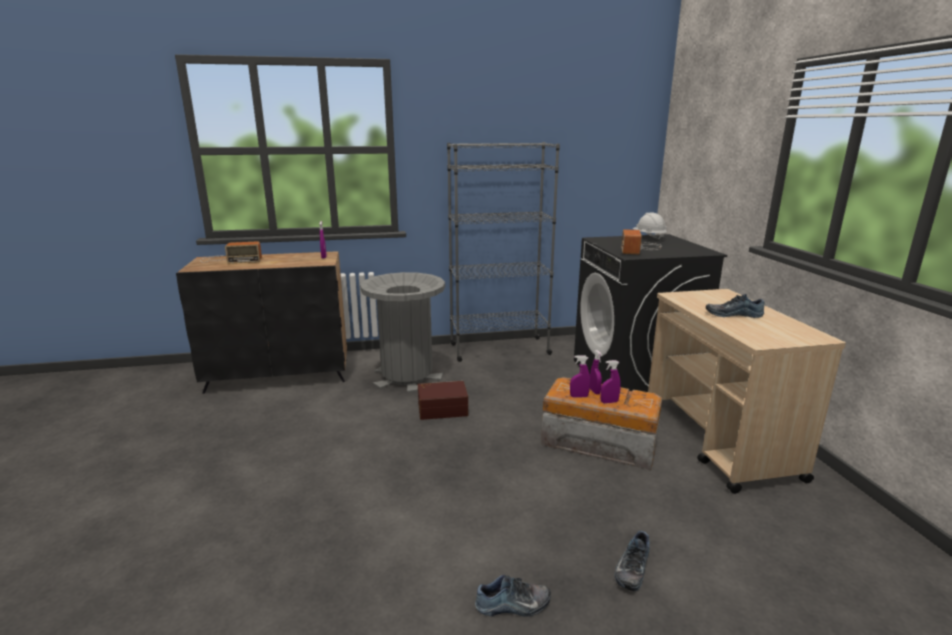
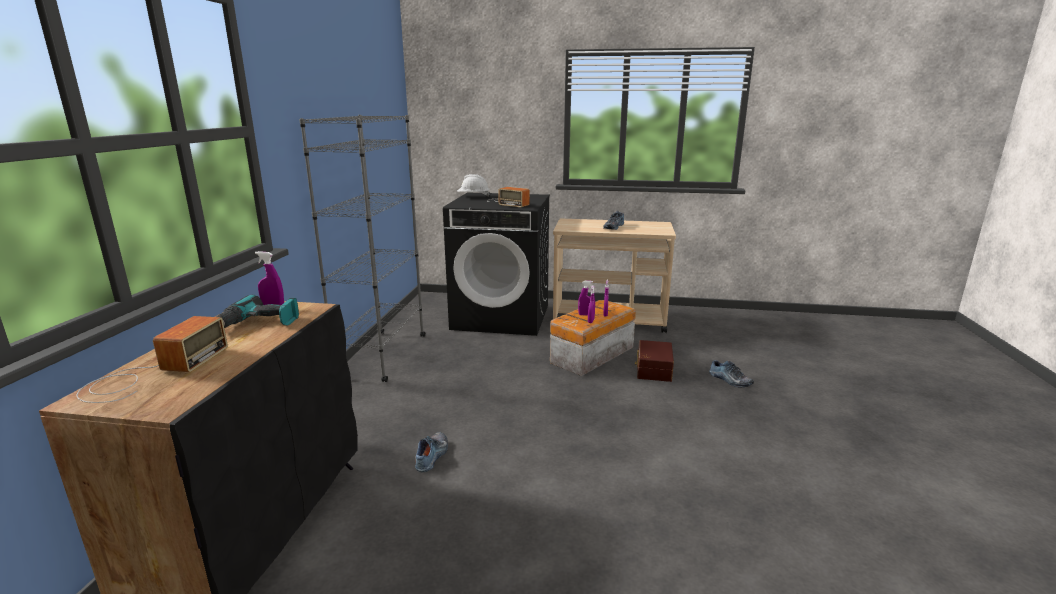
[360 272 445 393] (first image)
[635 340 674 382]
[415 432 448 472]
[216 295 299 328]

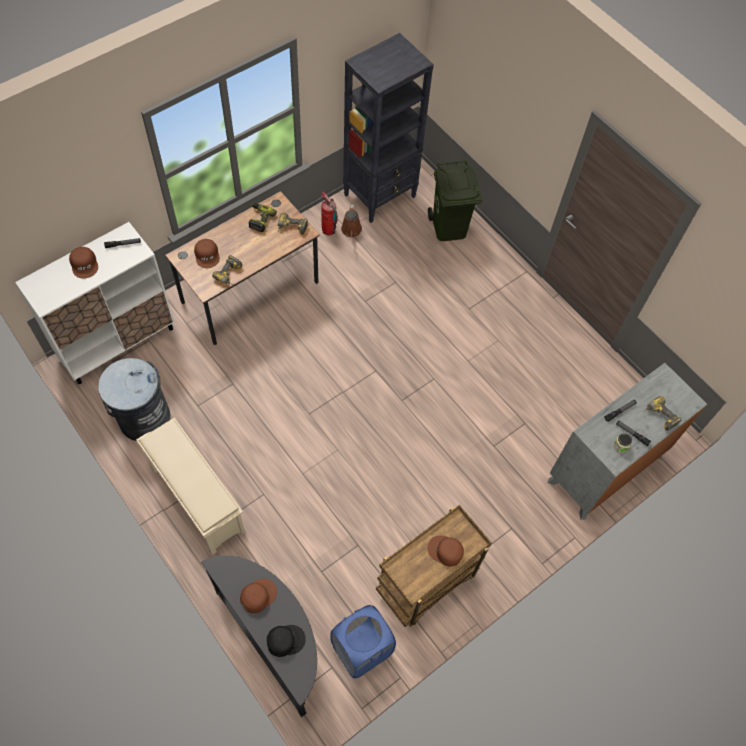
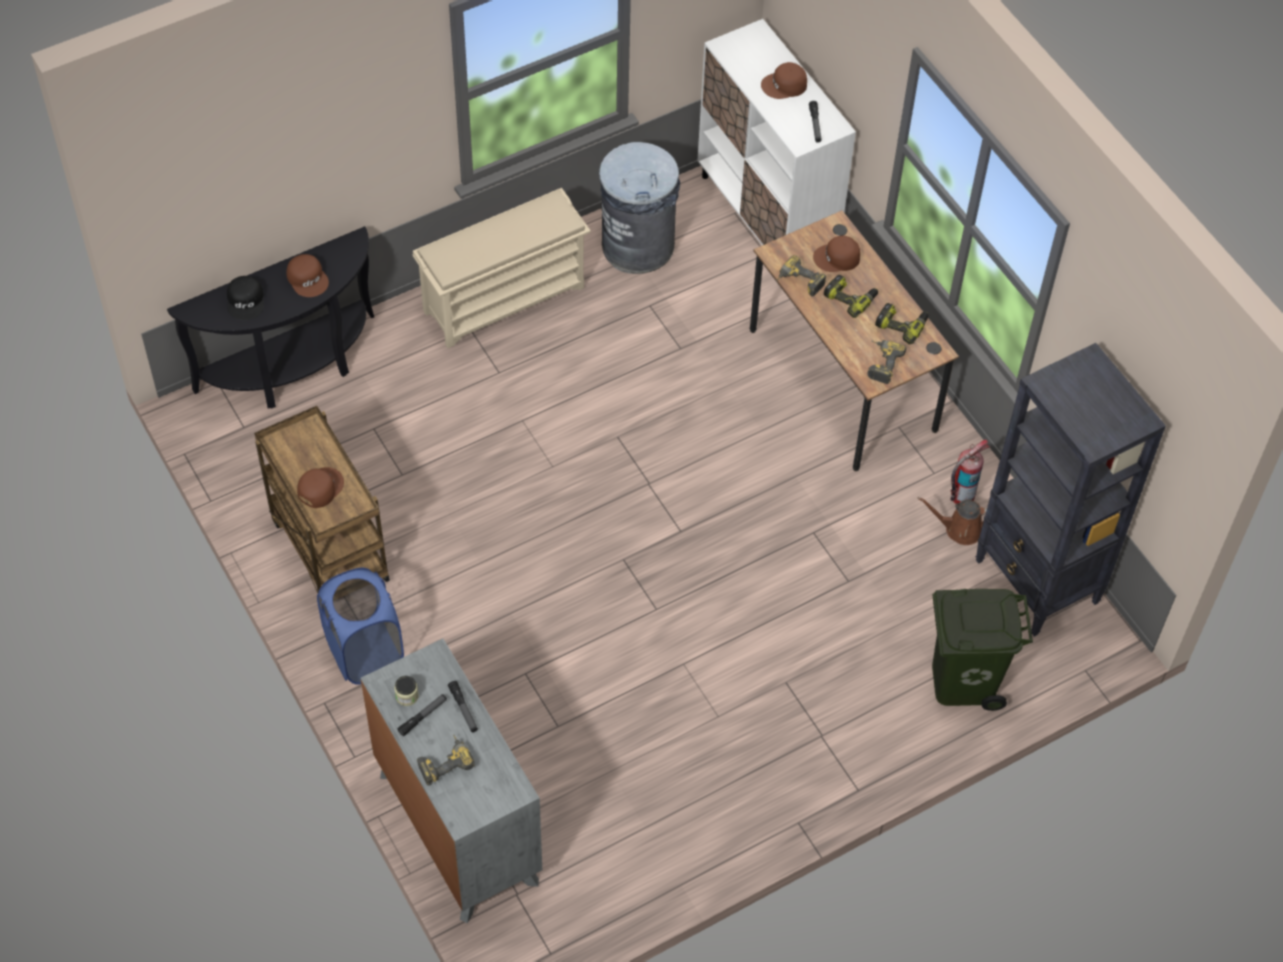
[317 568 404 685]
[824 275 878 318]

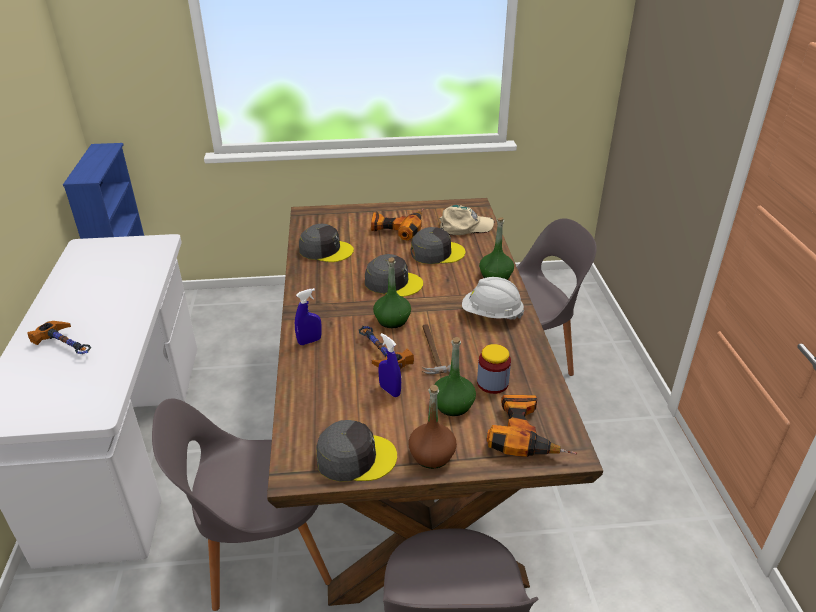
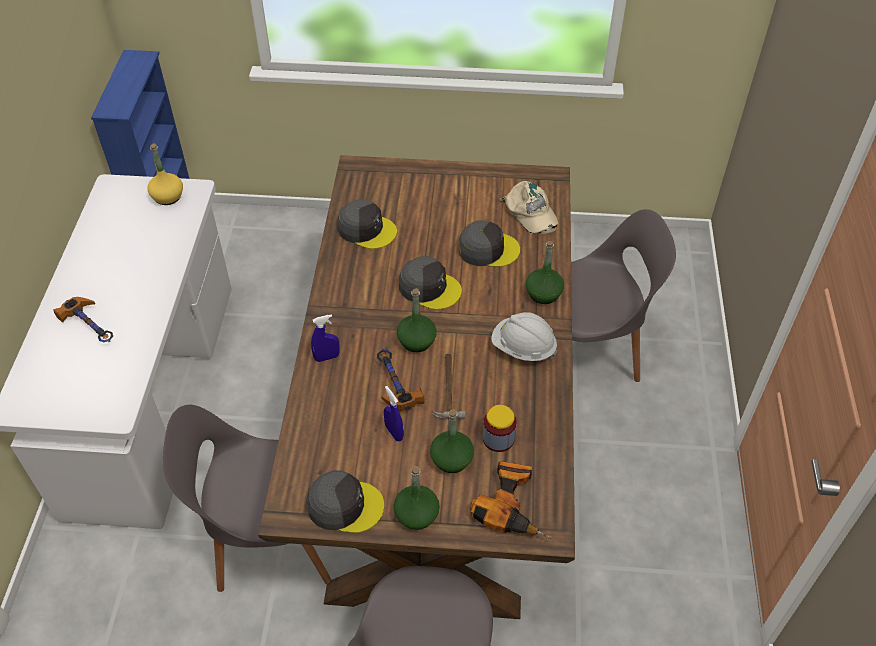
[371 208 423 241] (first image)
[394 466 440 530]
[500 181 558 234]
[147 143 183 205]

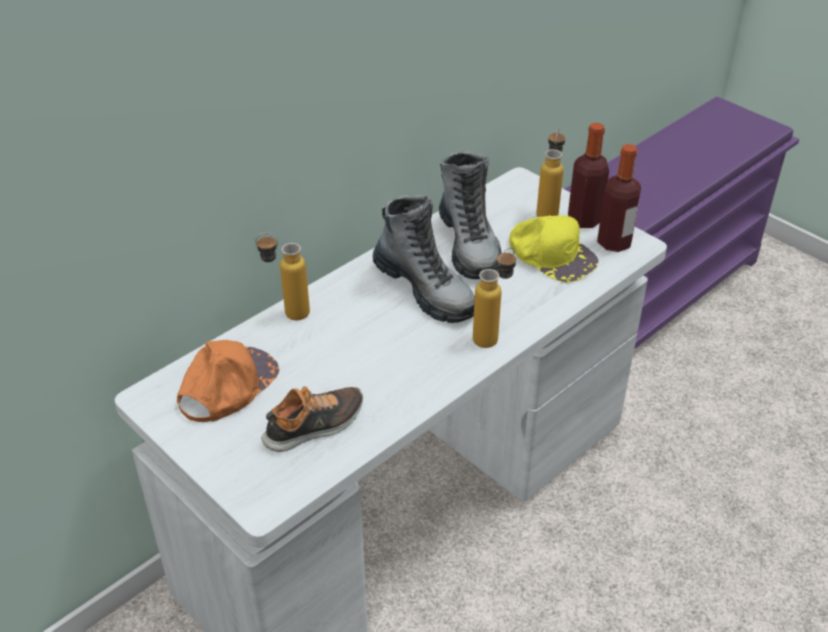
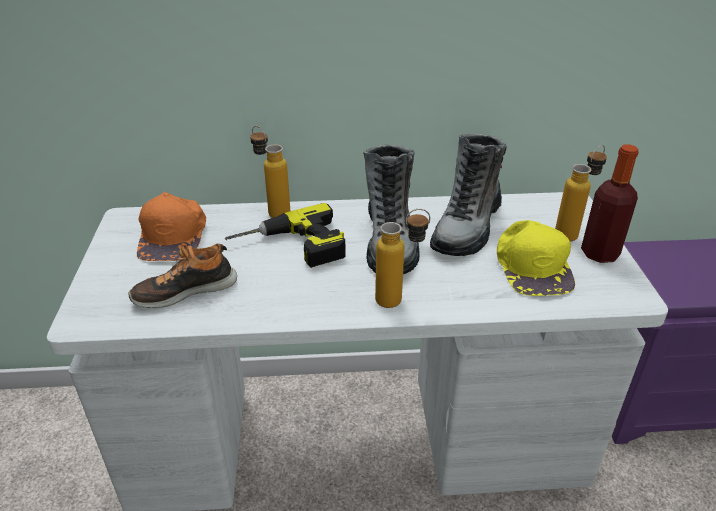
[137 192 206 261]
[129 243 237 308]
[597 144 641 252] (first image)
[225 203 346 268]

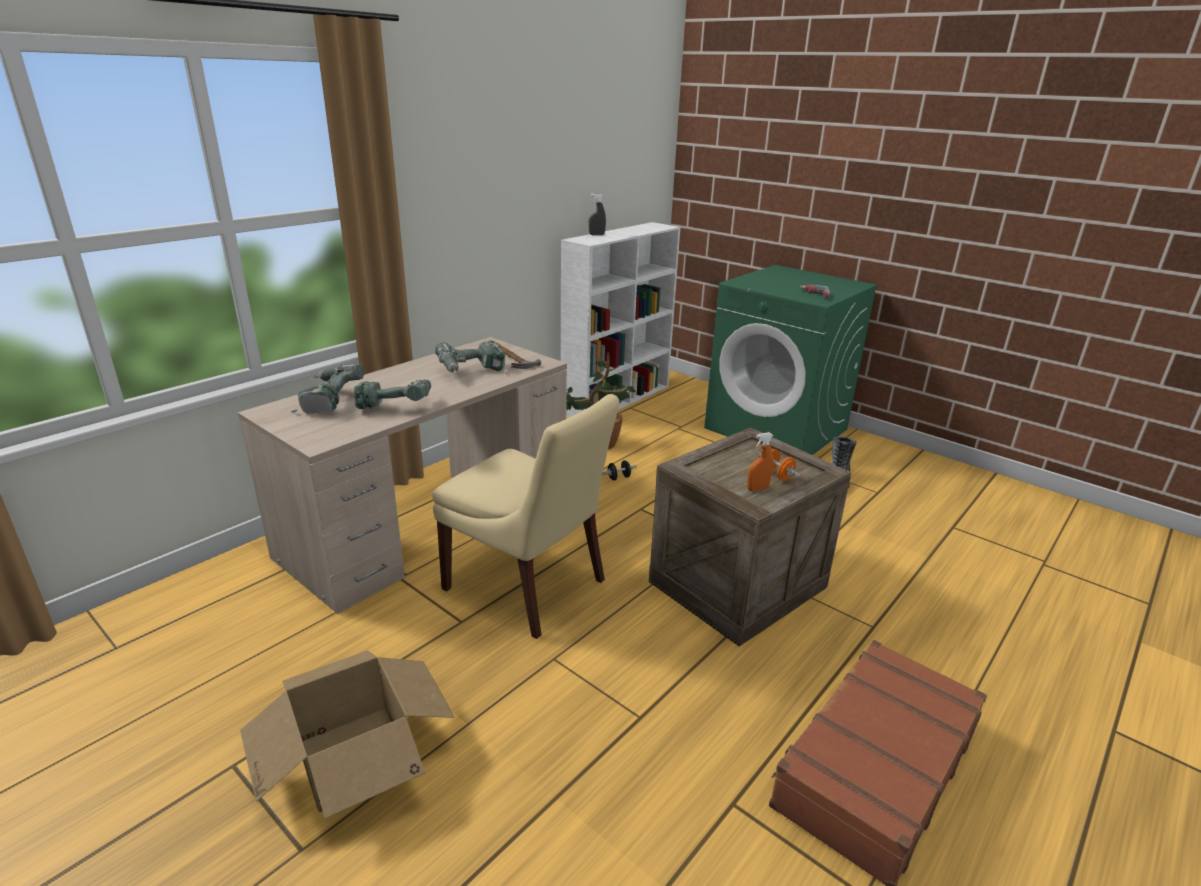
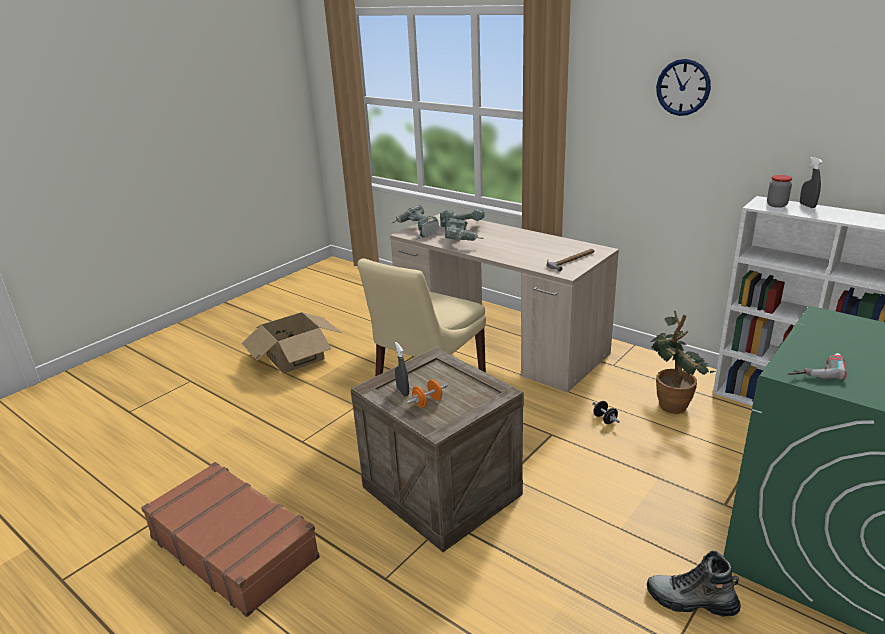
[392 205 440 239]
[395 342 409 396]
[656 59 711 116]
[767 175 792 208]

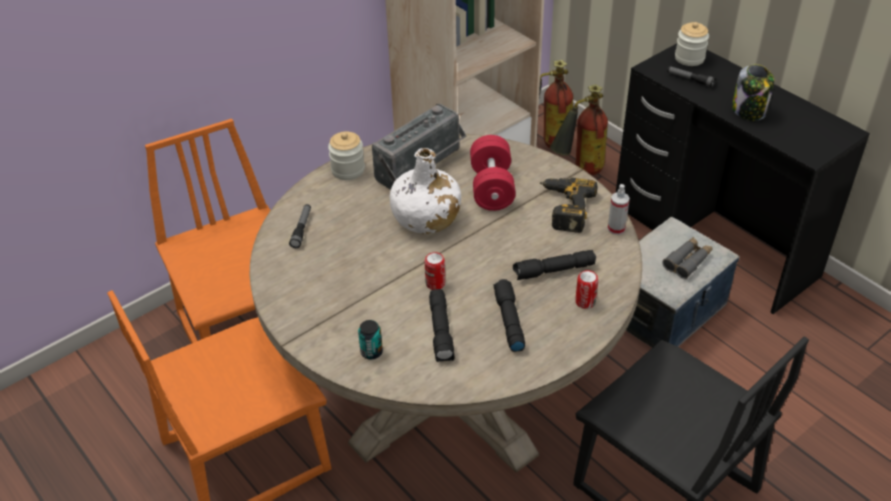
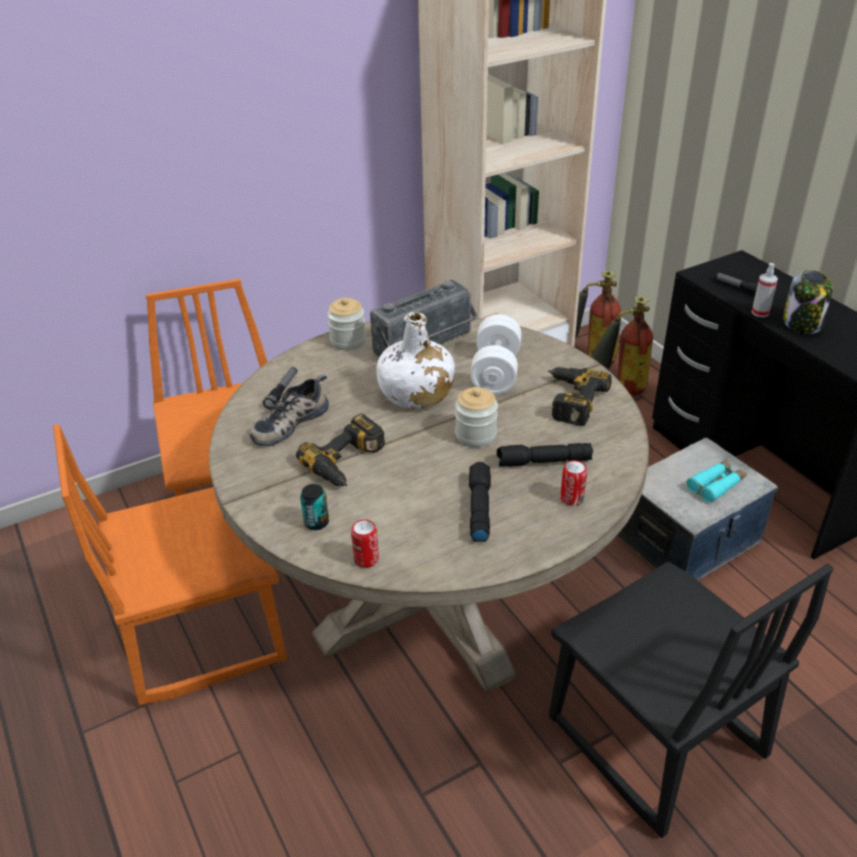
[351 519 379 568]
[429 289 455 362] (first image)
[470 315 521 395]
[752 263 778 317]
[687 460 747 503]
[455 387 498 447]
[250 374 329 446]
[296 414 385 486]

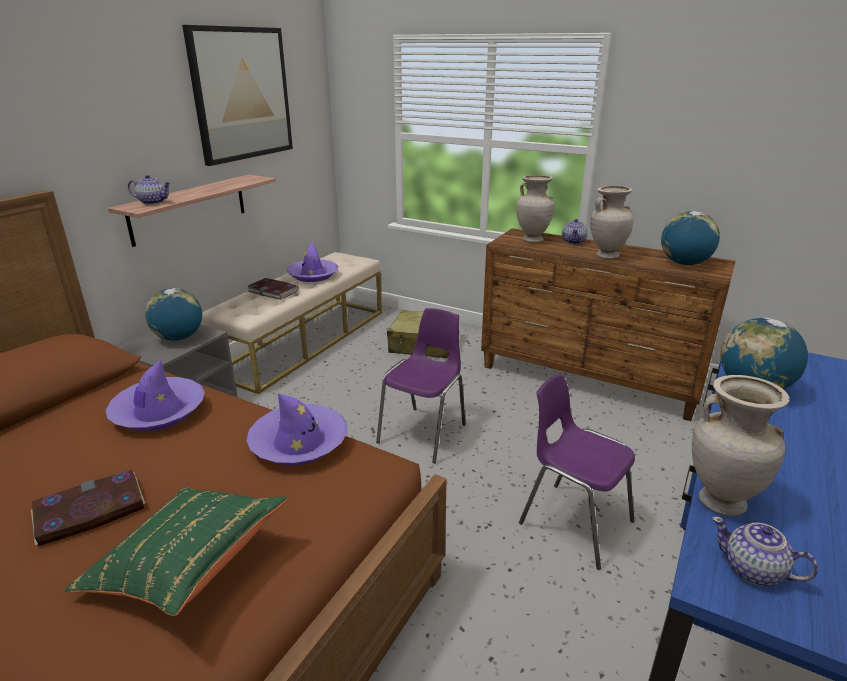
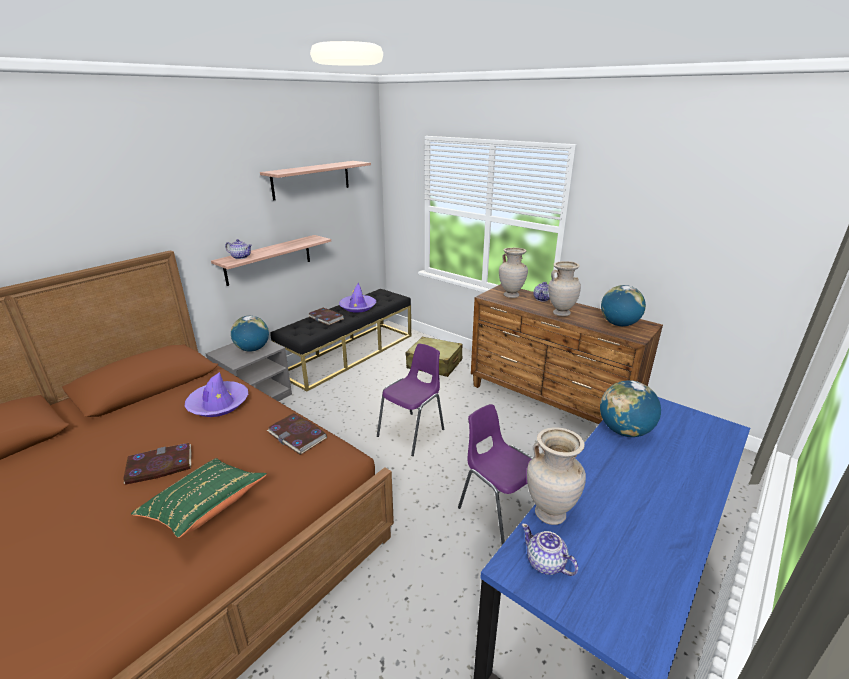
[260 161 371 201]
[270 289 411 391]
[267 413 327 455]

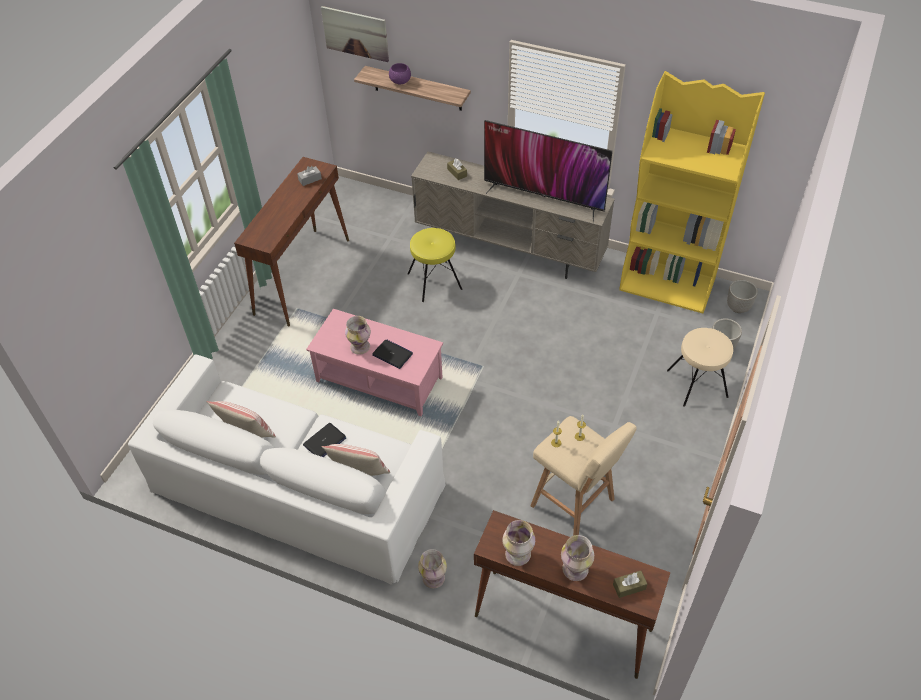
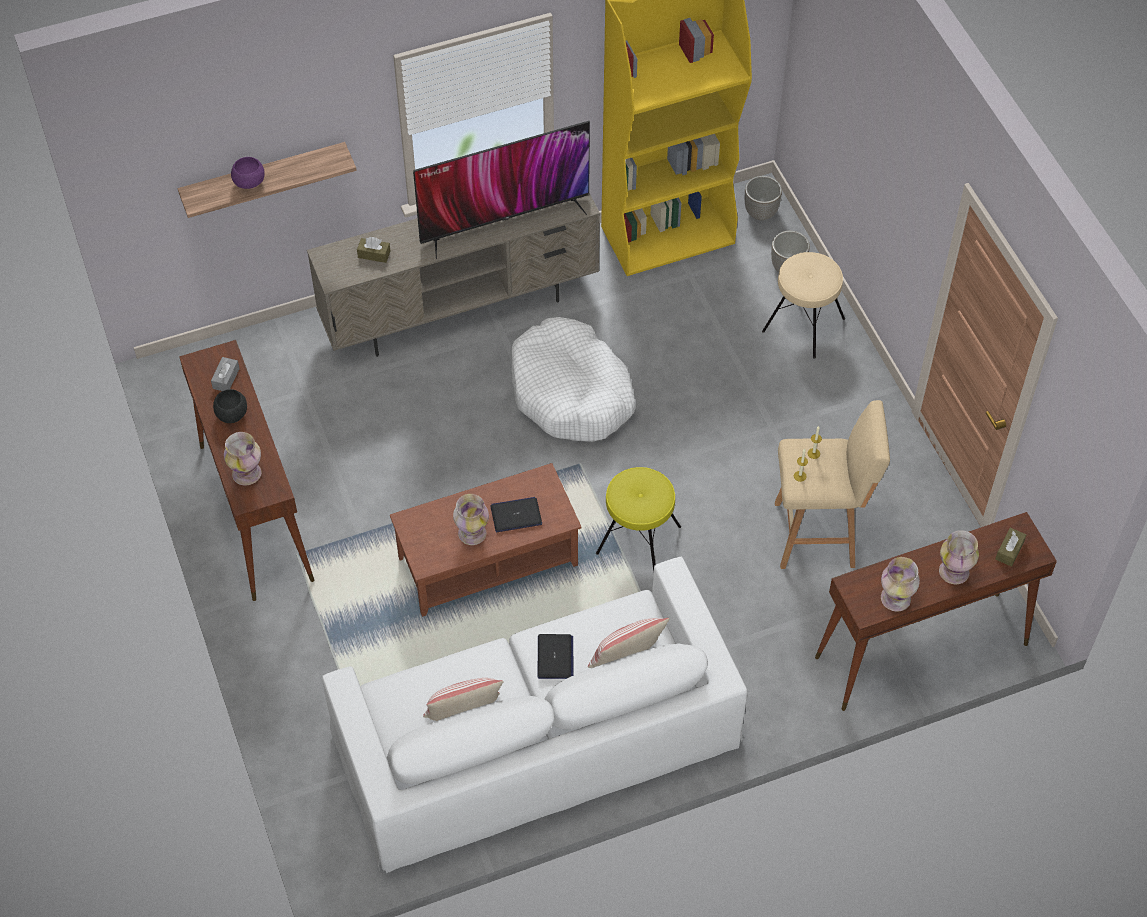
[390 463 581 617]
[321 6 389 62] (first image)
[596 467 681 572]
[224 432 261 486]
[213 389 247 423]
[512 317 635 442]

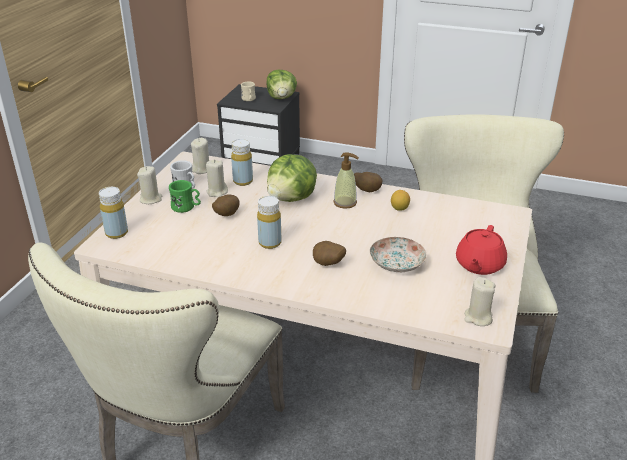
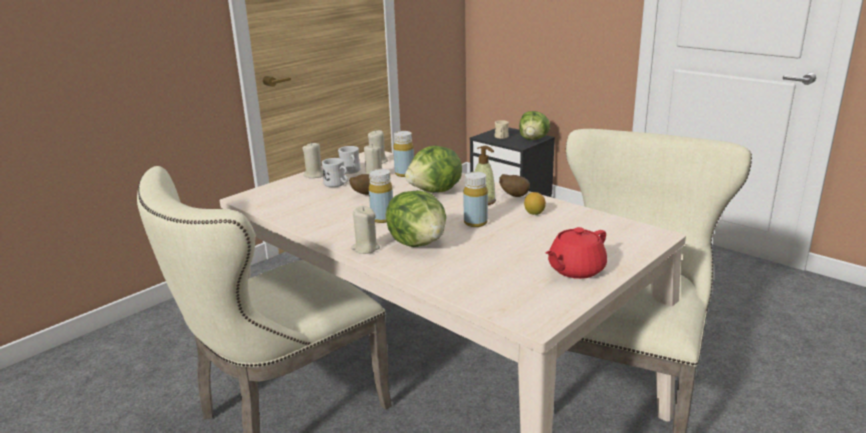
[463 172 488 227]
[321 158 348 187]
[386 190 446 247]
[370 237 427 272] (first image)
[351 206 380 254]

